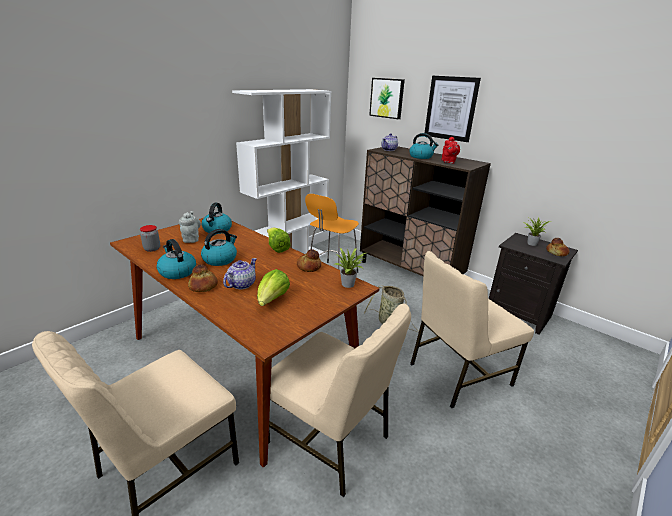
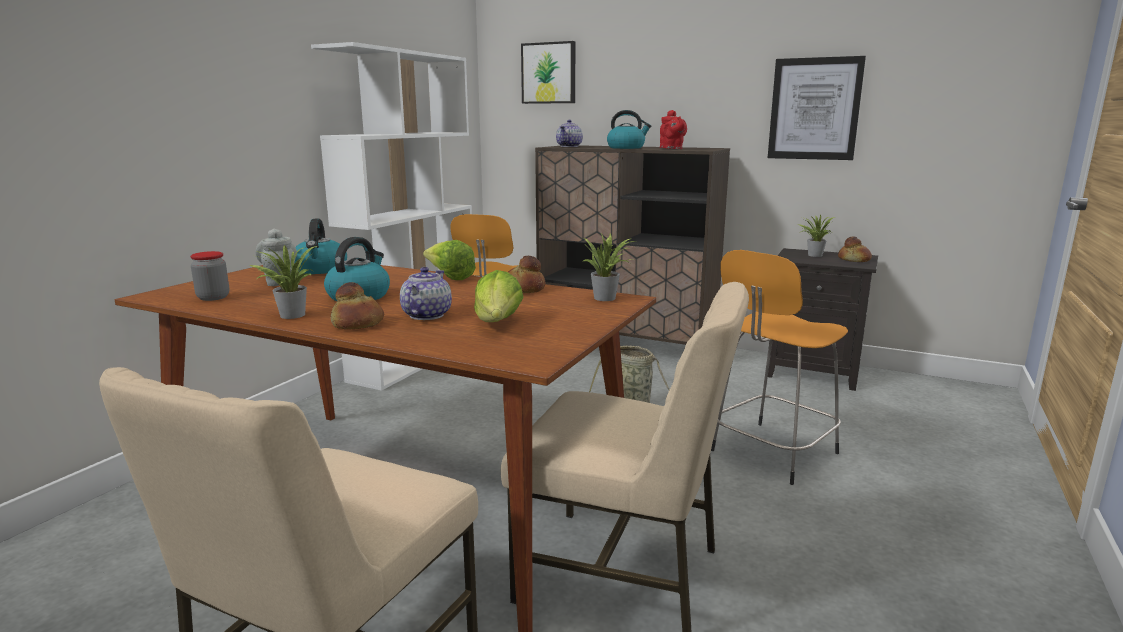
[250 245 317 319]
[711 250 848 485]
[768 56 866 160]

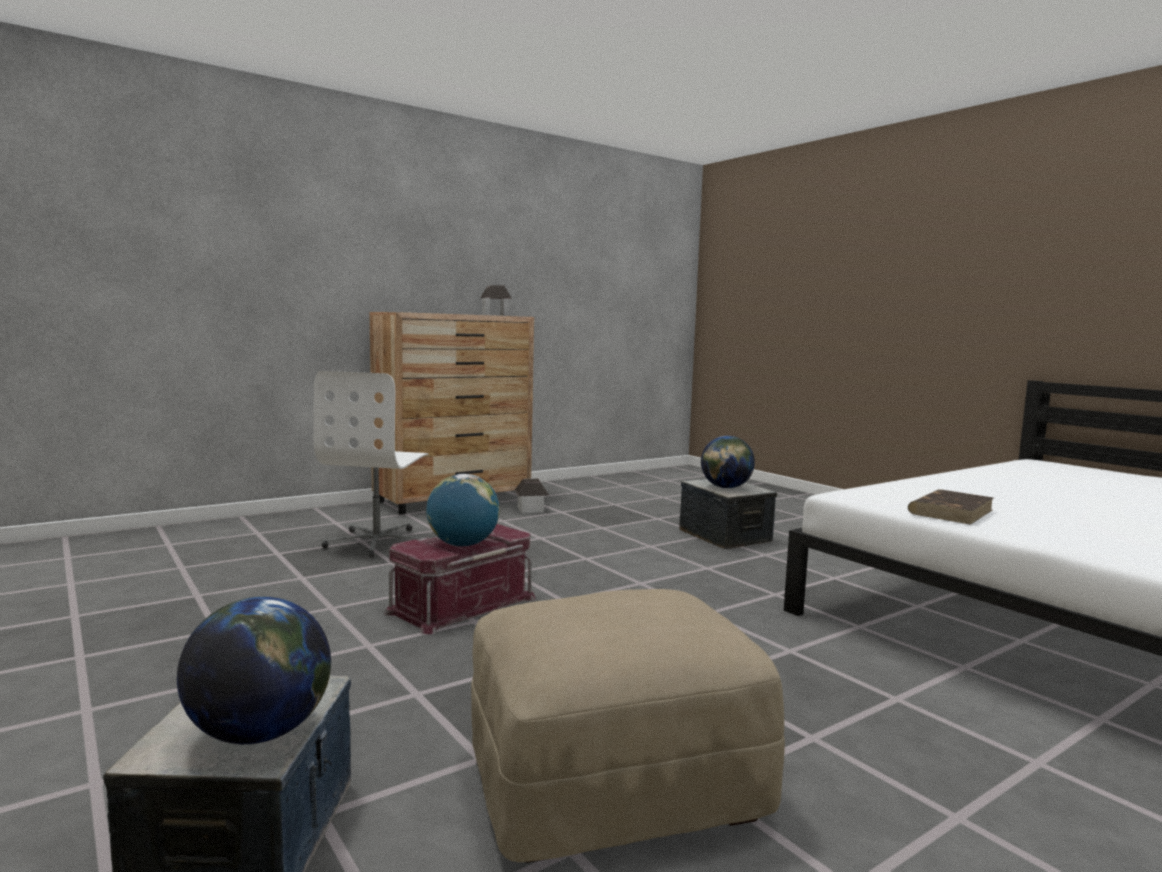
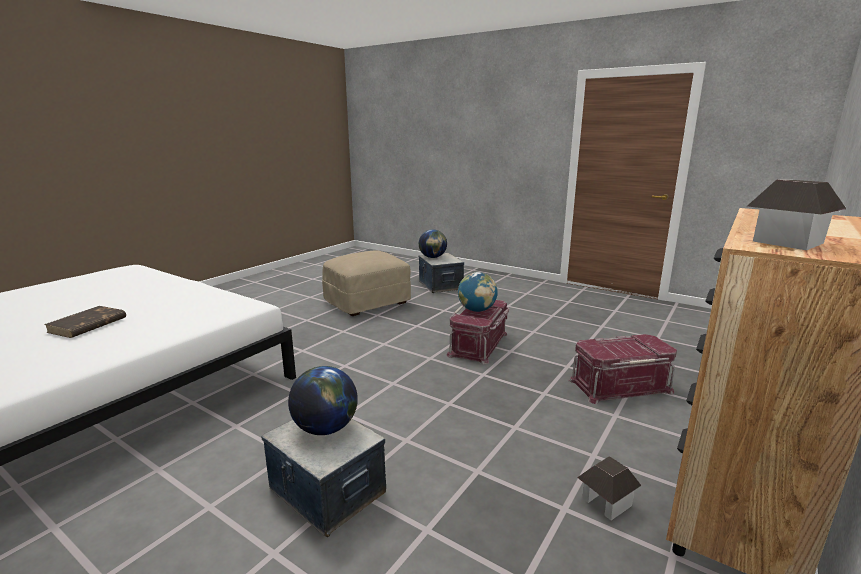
[569 334 677 404]
[44 306 126 338]

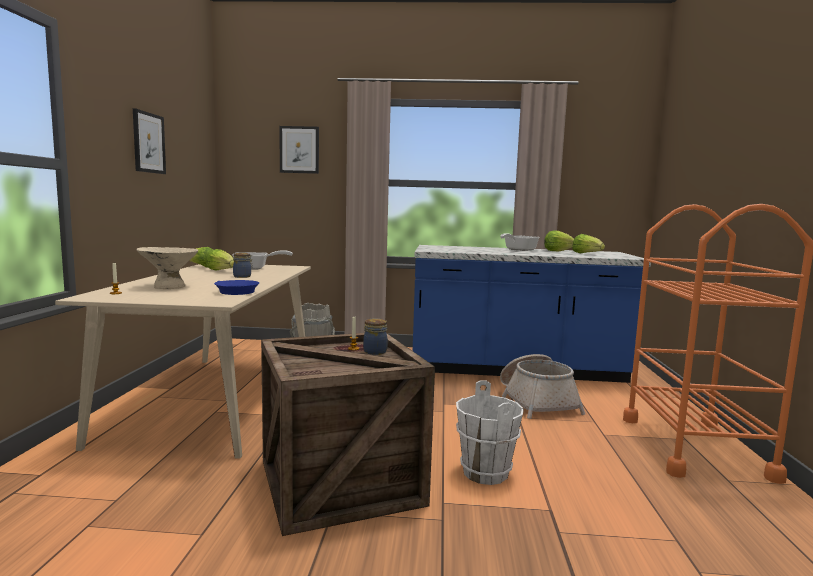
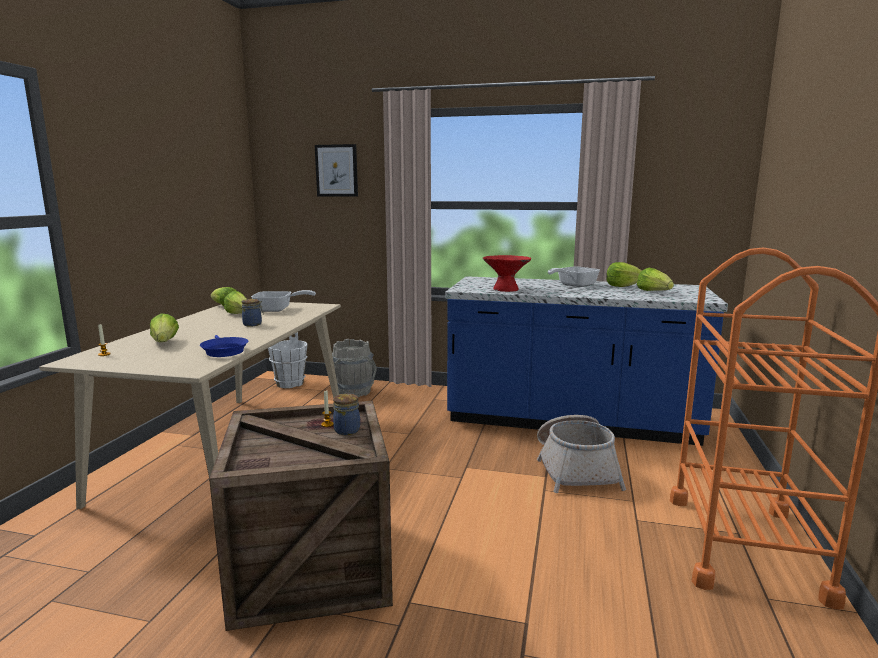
[133 108 166 174] (first image)
[150 314 179 342]
[268 333 308 388]
[483 255 531 292]

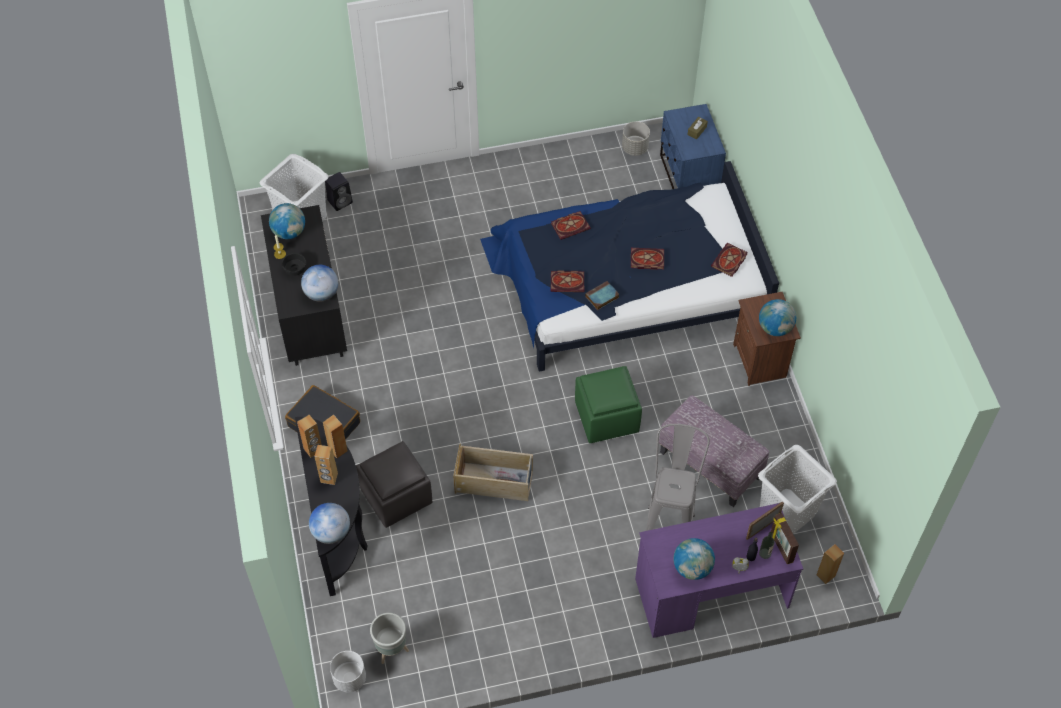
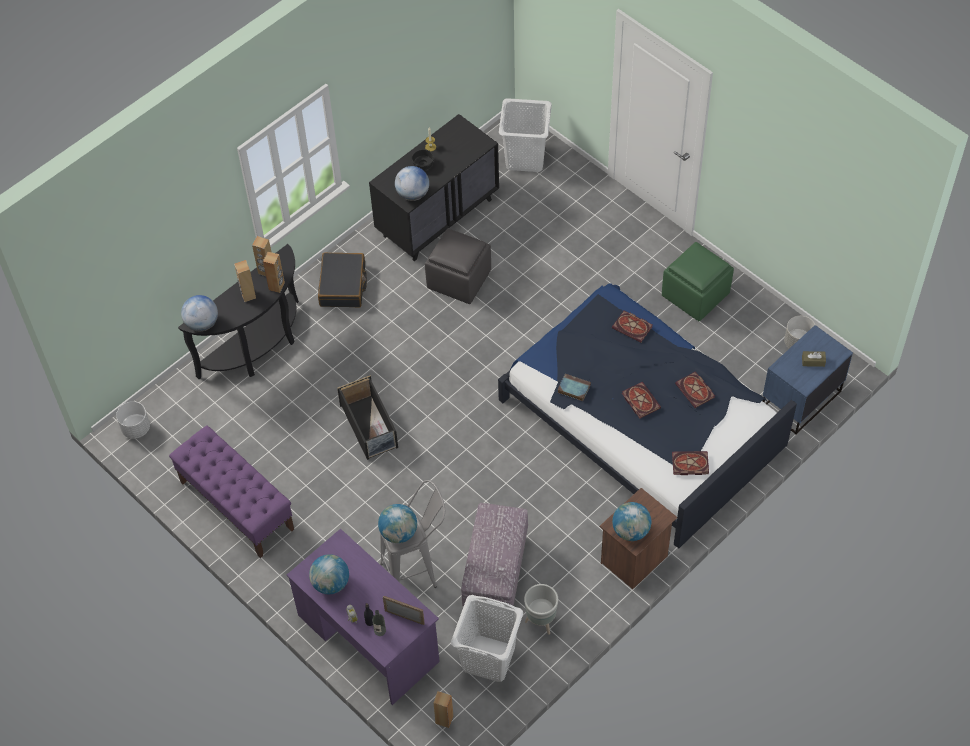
[378 504 417 543]
[325 172 353 211] (first image)
[425 228 491 304]
[524 584 558 635]
[337 375 398 460]
[675 371 715 408]
[662 242 734 321]
[771 513 799 564] (first image)
[169 425 294 558]

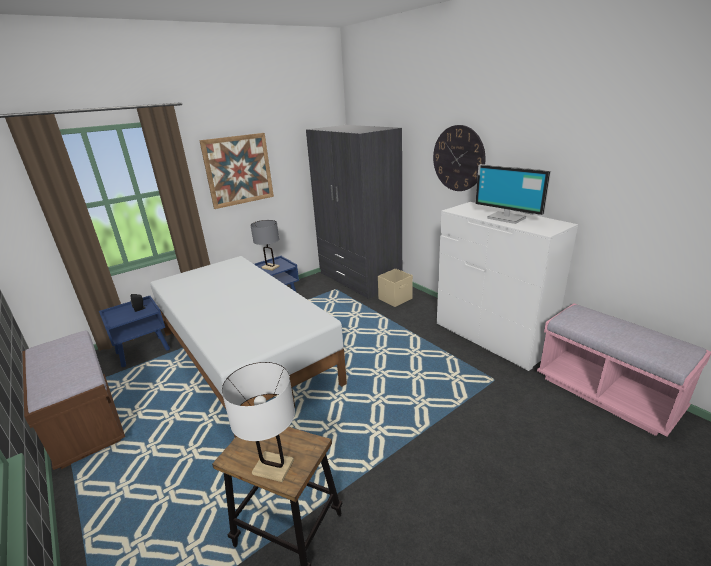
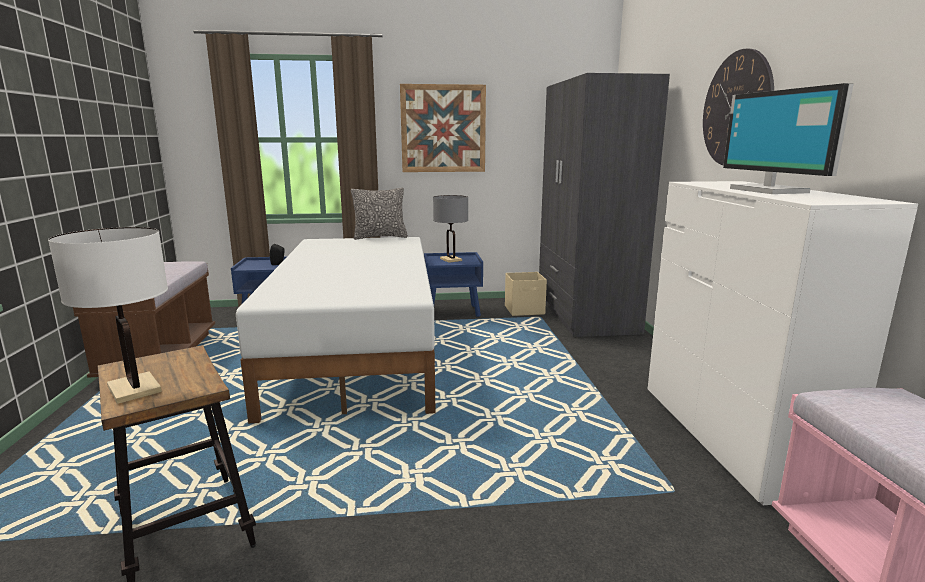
[505 272 547 316]
[351 188 408 240]

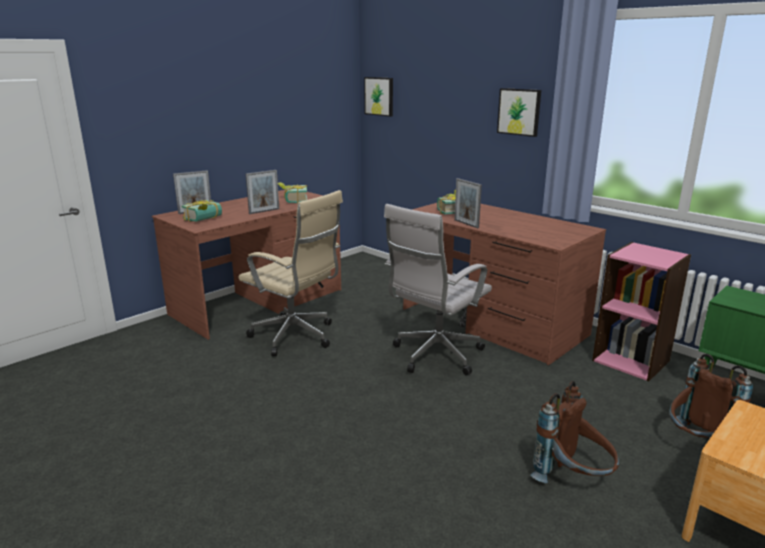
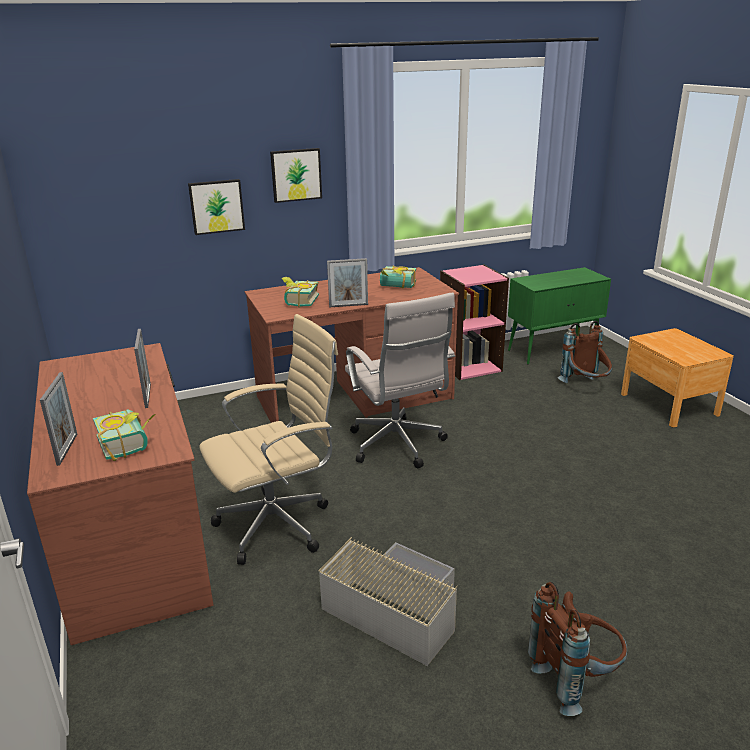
[380 265 416 288]
[188 179 245 235]
[528 582 627 716]
[319 537 457 666]

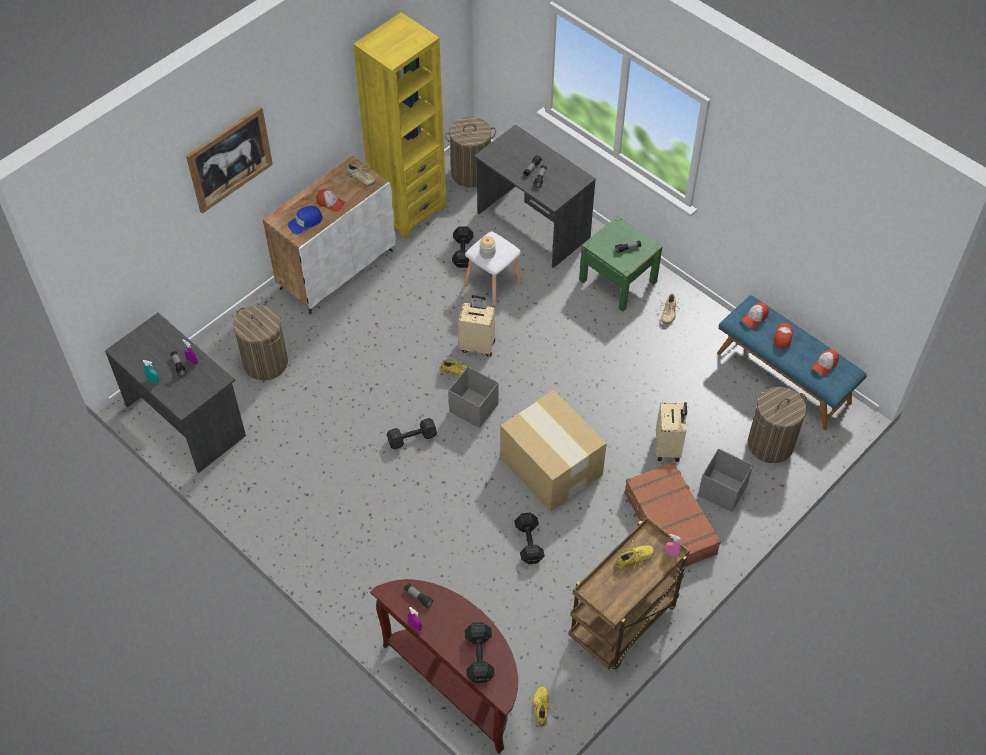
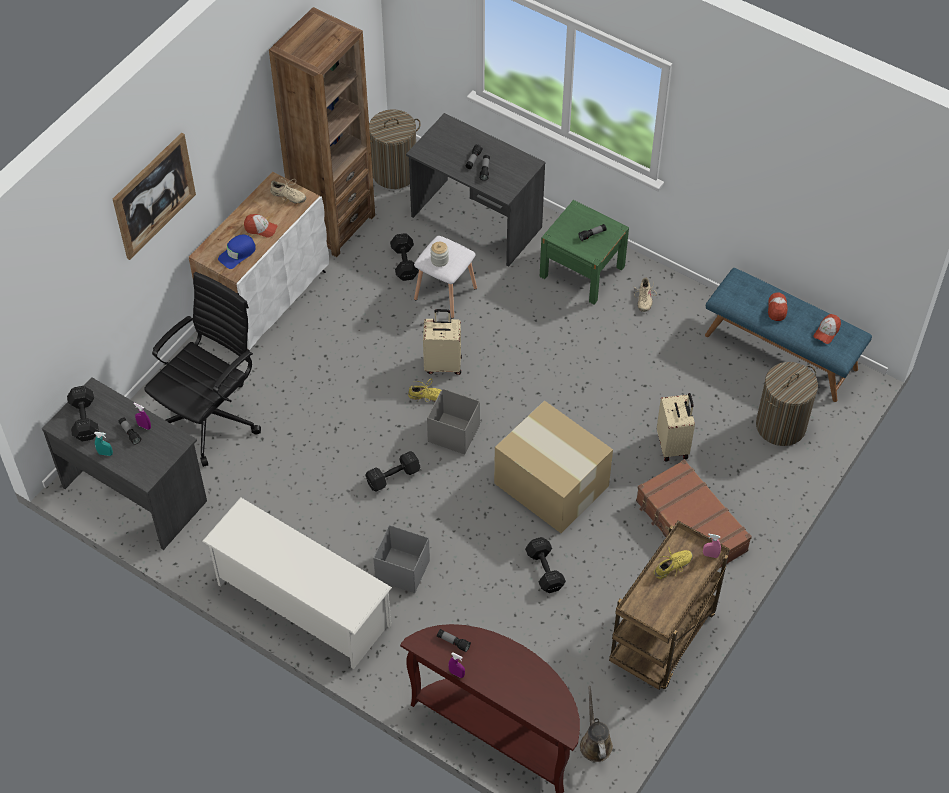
[144 272 261 467]
[269 7 375 257]
[67 386 99 442]
[580 686 613 762]
[373 525 430 593]
[741 302 769 328] (first image)
[202 497 392 669]

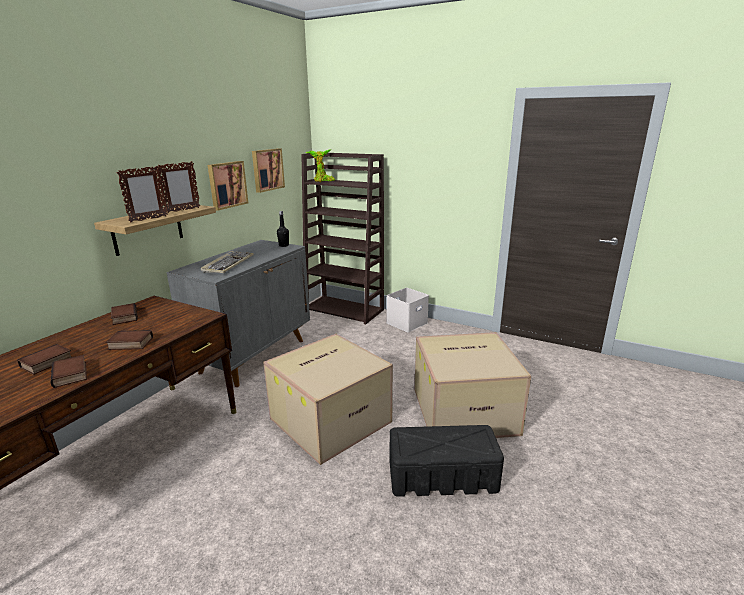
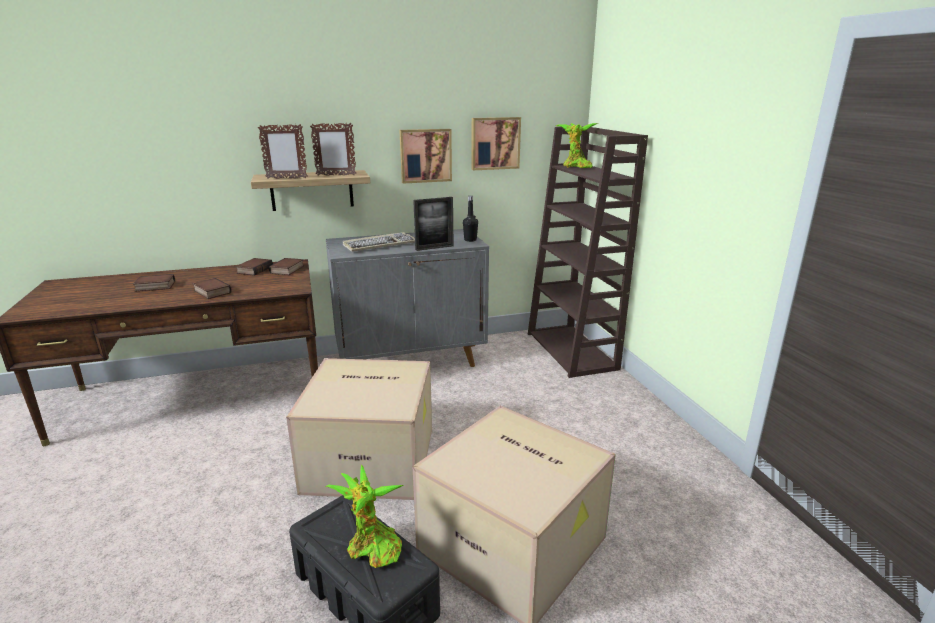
[269 258 304 275]
[387 288 429 332] (first image)
[325 465 403 568]
[413 197 453 251]

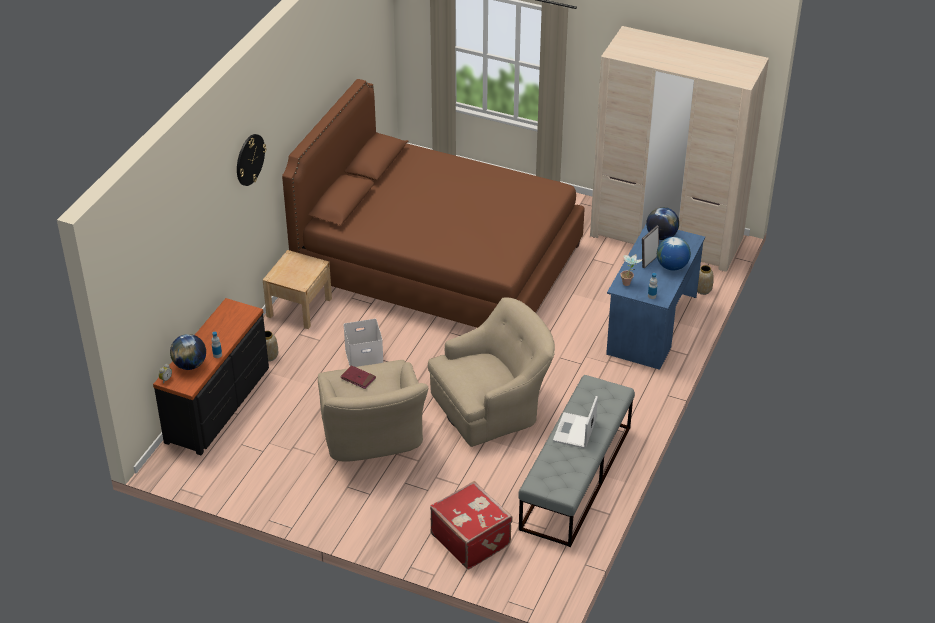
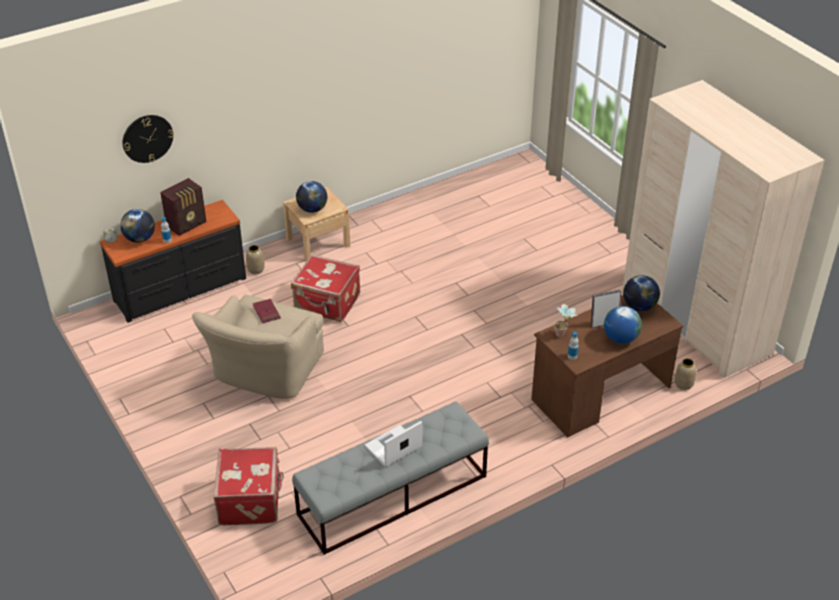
[123 115 174 163]
[282 79 585 328] (first image)
[291 254 360 322]
[428 297 555 447] (first image)
[531 295 683 437]
[160 178 206 236]
[296 181 327 213]

